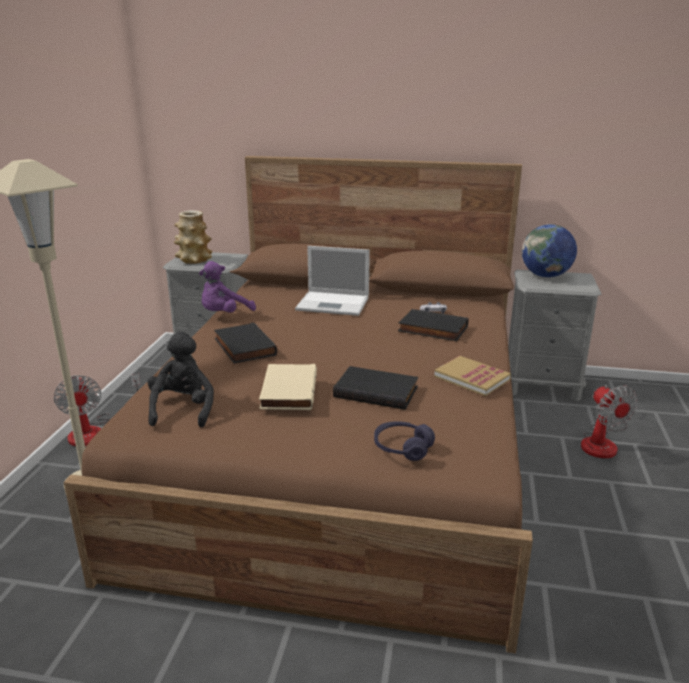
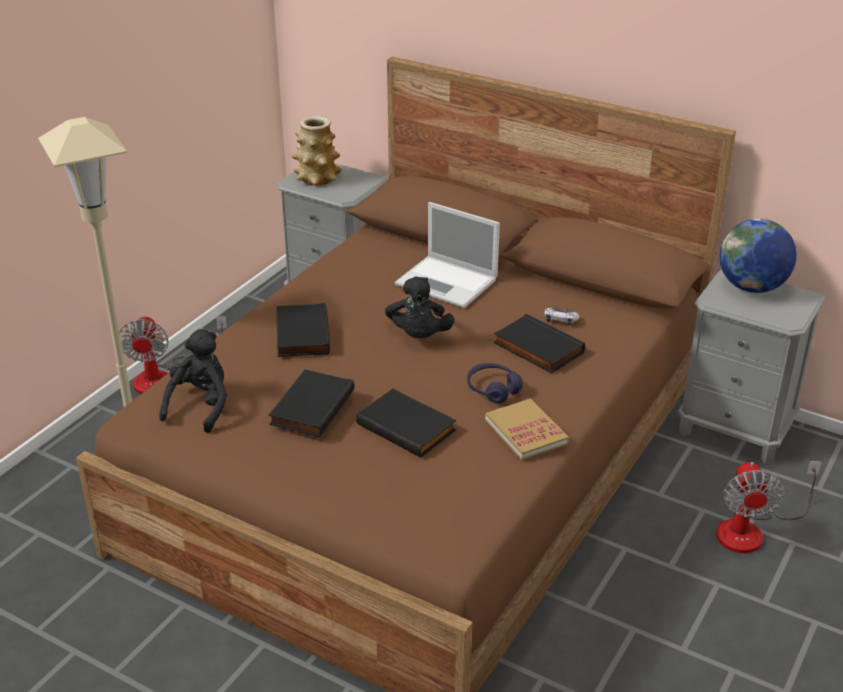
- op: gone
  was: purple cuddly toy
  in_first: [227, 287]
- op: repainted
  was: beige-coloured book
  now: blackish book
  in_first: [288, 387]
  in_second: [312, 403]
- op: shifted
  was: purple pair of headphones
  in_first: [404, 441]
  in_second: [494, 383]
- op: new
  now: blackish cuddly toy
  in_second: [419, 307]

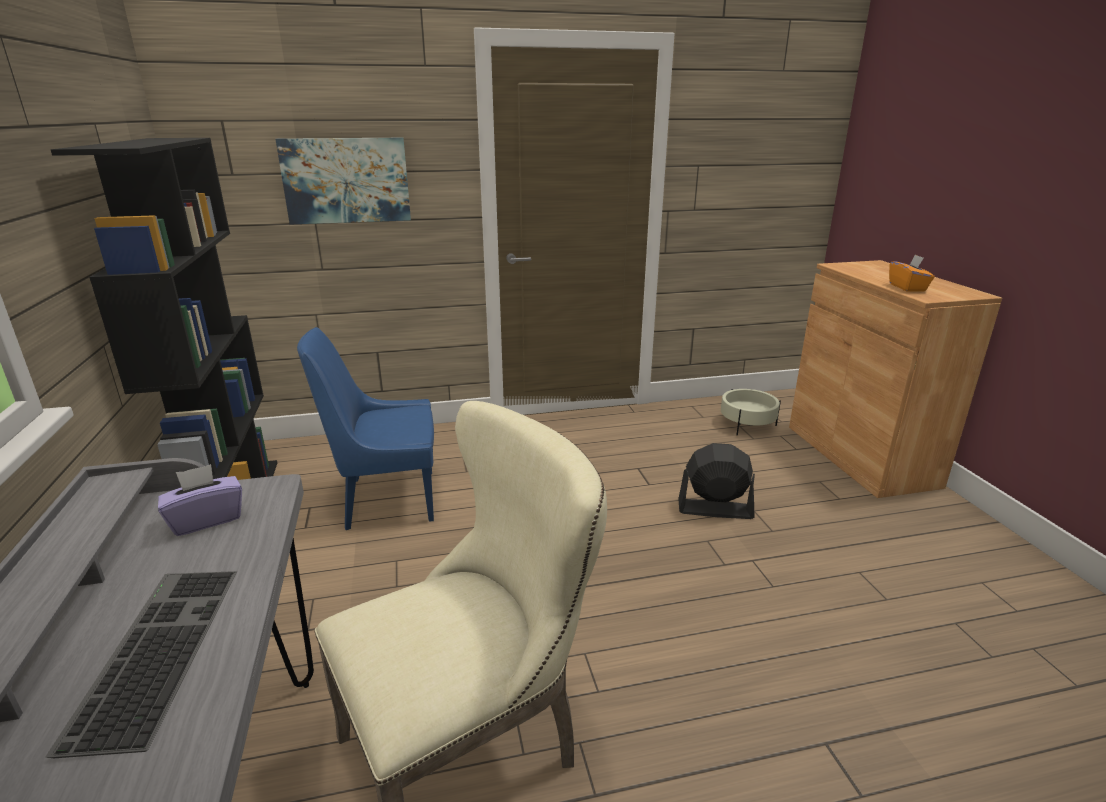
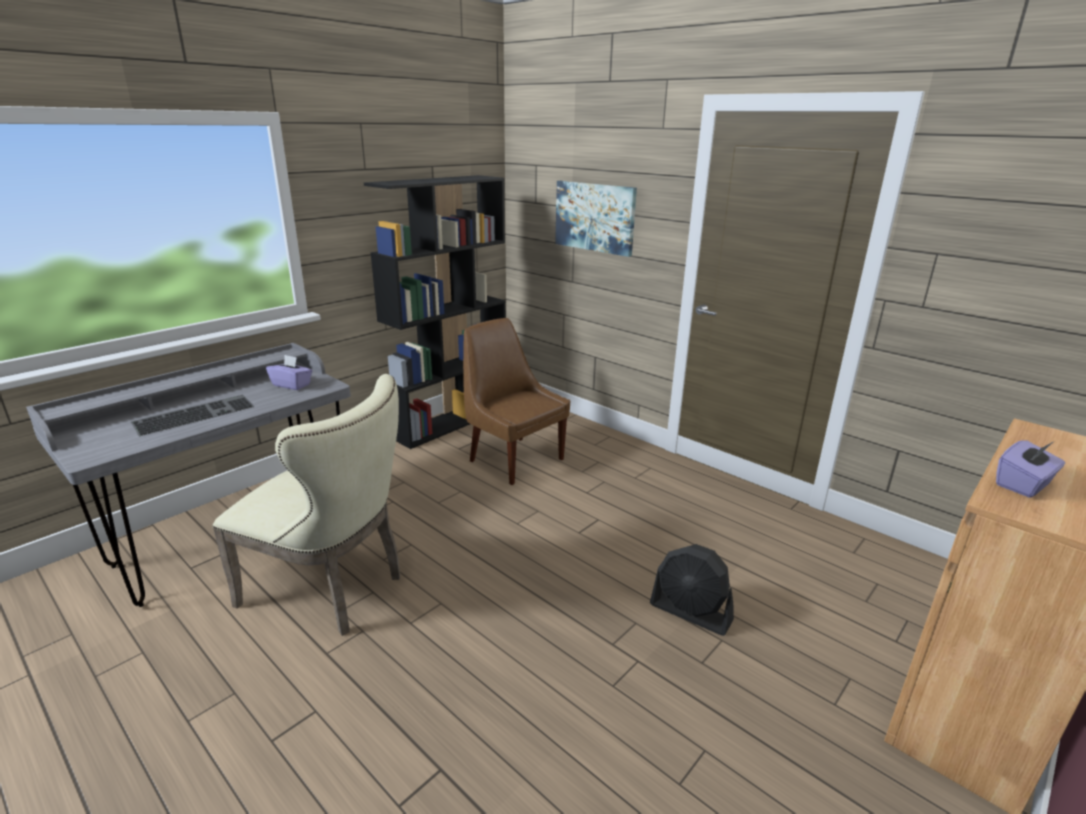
- op: repainted
  was: blue chair
  now: brown-coloured chair
  in_first: [365, 428]
  in_second: [516, 401]
- op: rotated
  was: blackish electric fan
  in_first: [716, 481]
  in_second: [692, 590]
  clockwise: 150
- op: gone
  was: beige-coloured plant pot
  in_first: [751, 412]
- op: repainted
  was: orangey tissue holder
  now: purple tissue holder
  in_first: [912, 273]
  in_second: [1031, 469]

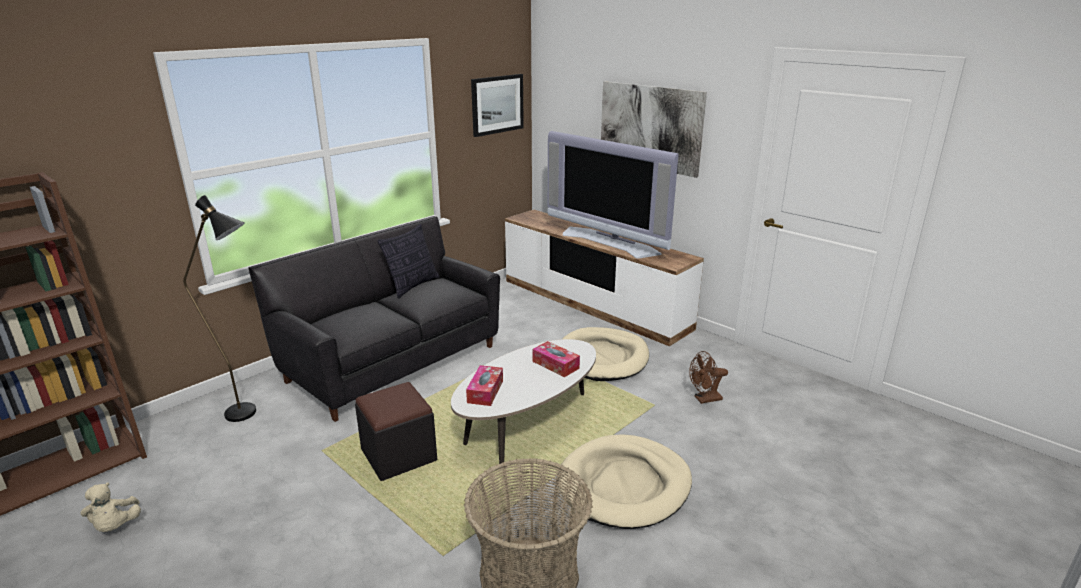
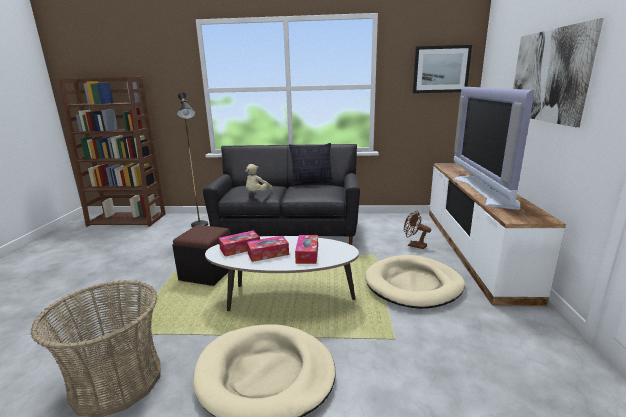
- op: shifted
  was: beige-coloured cuddly toy
  in_first: [110, 507]
  in_second: [259, 177]
- op: shifted
  was: brown-coloured electric fan
  in_first: [708, 377]
  in_second: [417, 230]
- op: new
  now: tissue holder
  in_second: [268, 249]

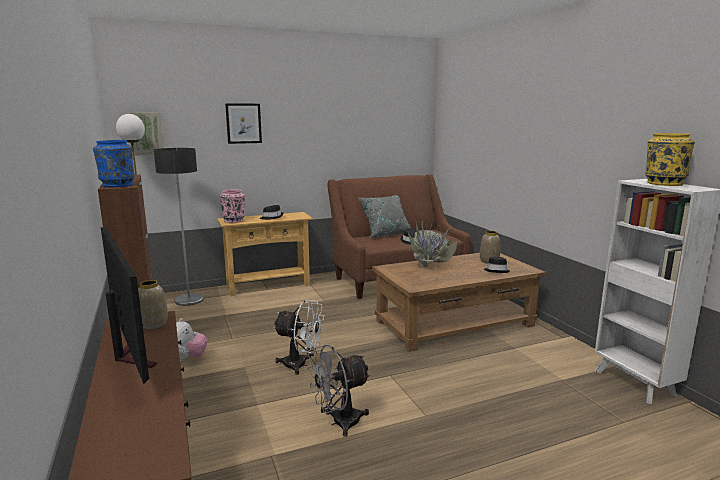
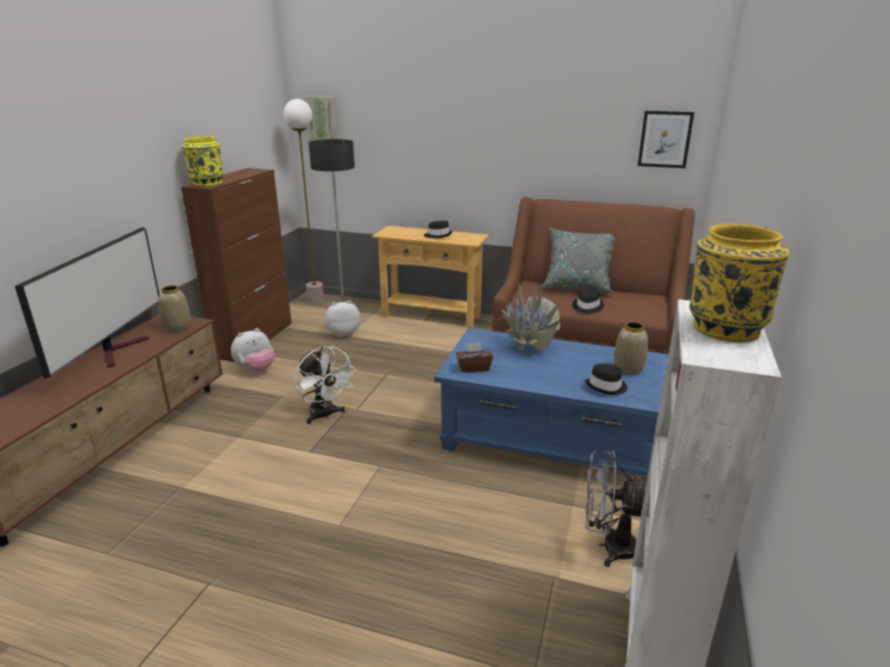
- op: repainted
  was: blue vase
  now: yellow vase
  in_first: [114, 163]
  in_second: [202, 161]
- op: gone
  was: pinkish vase
  in_first: [232, 206]
- op: shifted
  was: wall art
  in_first: [243, 123]
  in_second: [666, 139]
- op: shifted
  was: gray electric fan
  in_first: [338, 391]
  in_second: [617, 508]
- op: repainted
  was: brown-coloured coffee table
  now: blue coffee table
  in_first: [459, 302]
  in_second: [551, 402]
- op: new
  now: cuddly toy
  in_second: [342, 318]
- op: new
  now: brown-coloured tissue holder
  in_second: [474, 357]

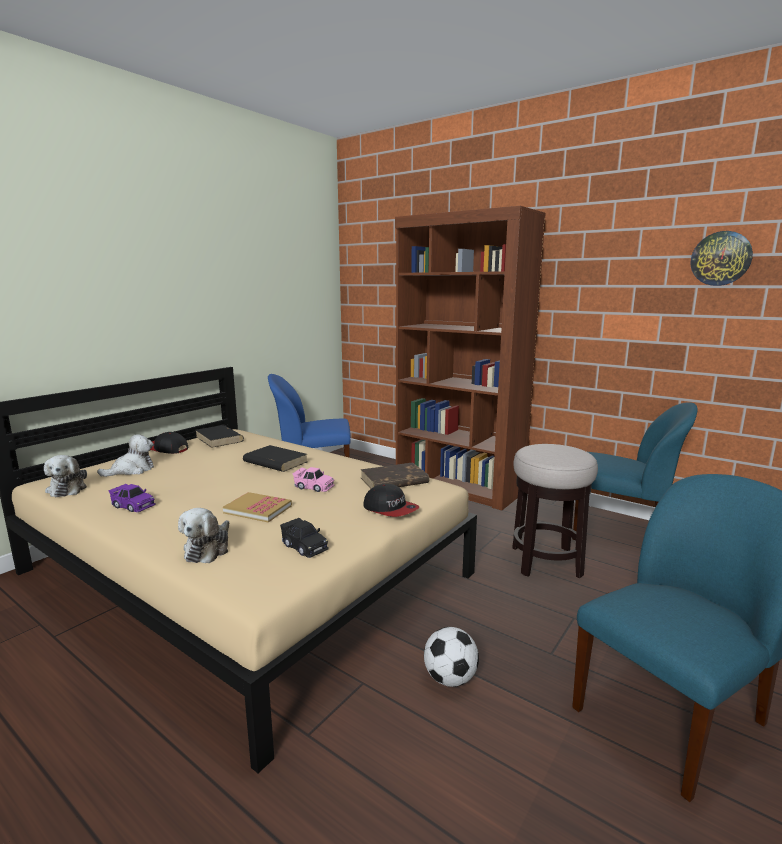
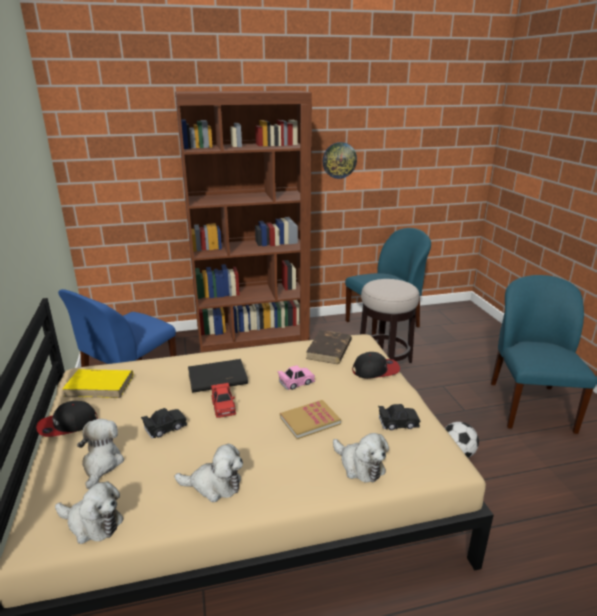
- op: swapped
  was: purple miniature car
  now: cuddly toy
  in_first: [132, 498]
  in_second: [208, 473]
- op: repainted
  was: blackish book
  now: yellow book
  in_first: [220, 436]
  in_second: [97, 383]
- op: shifted
  was: clock on the wall
  in_first: [722, 258]
  in_second: [340, 160]
- op: new
  now: blackish miniature car
  in_second: [164, 423]
- op: new
  now: reddish miniature car
  in_second: [223, 400]

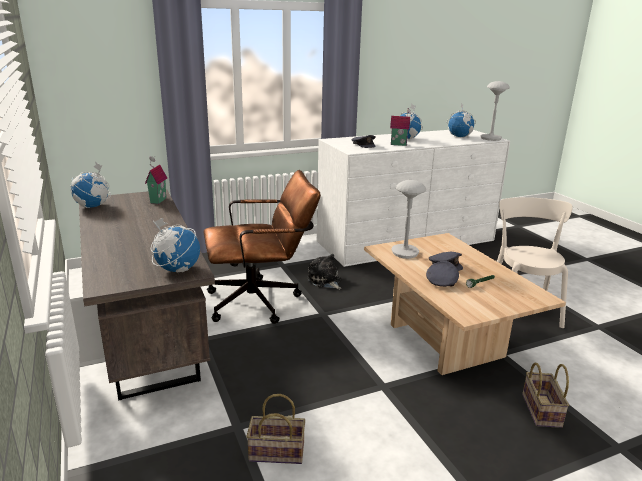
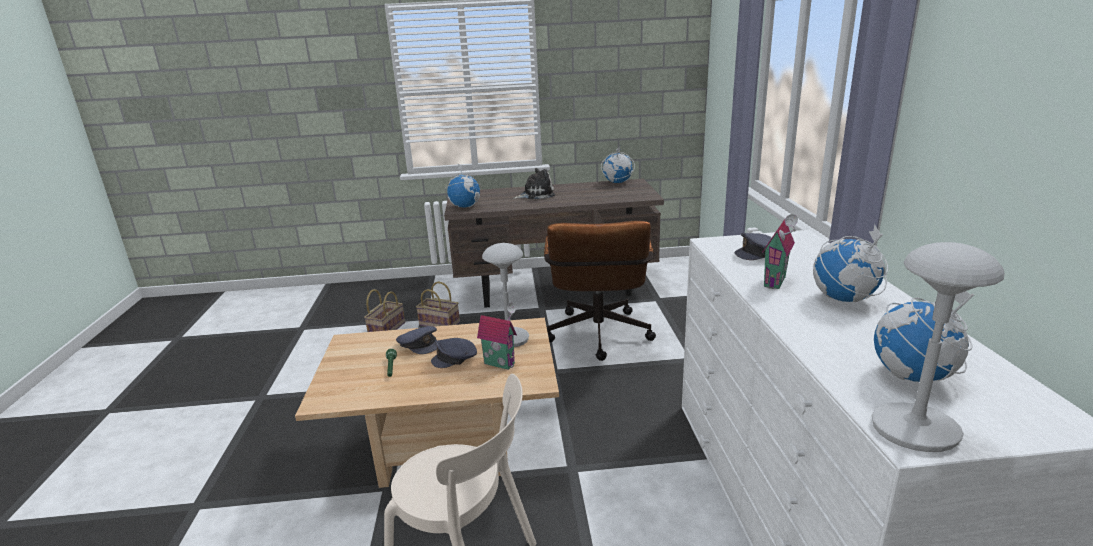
- op: shifted
  was: toy house
  in_first: [156, 180]
  in_second: [497, 336]
- op: shifted
  was: cuddly toy
  in_first: [324, 272]
  in_second: [534, 183]
- op: shifted
  was: basket
  in_first: [545, 395]
  in_second: [438, 304]

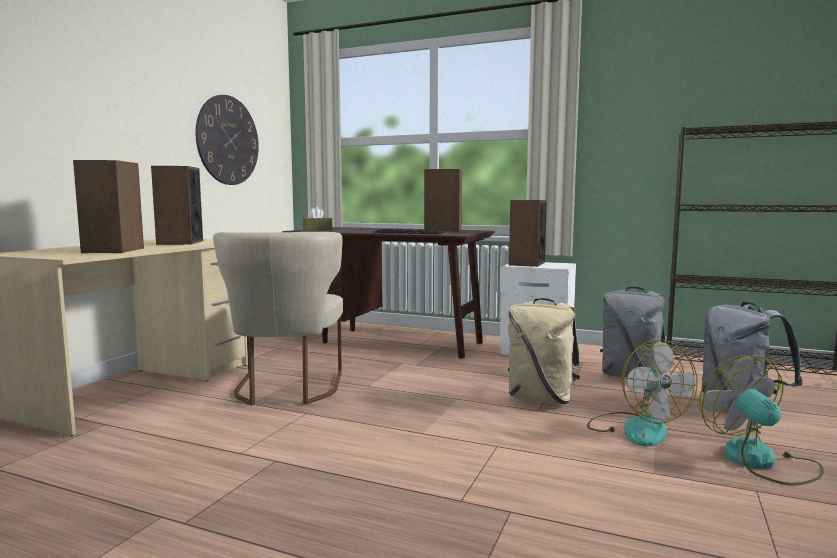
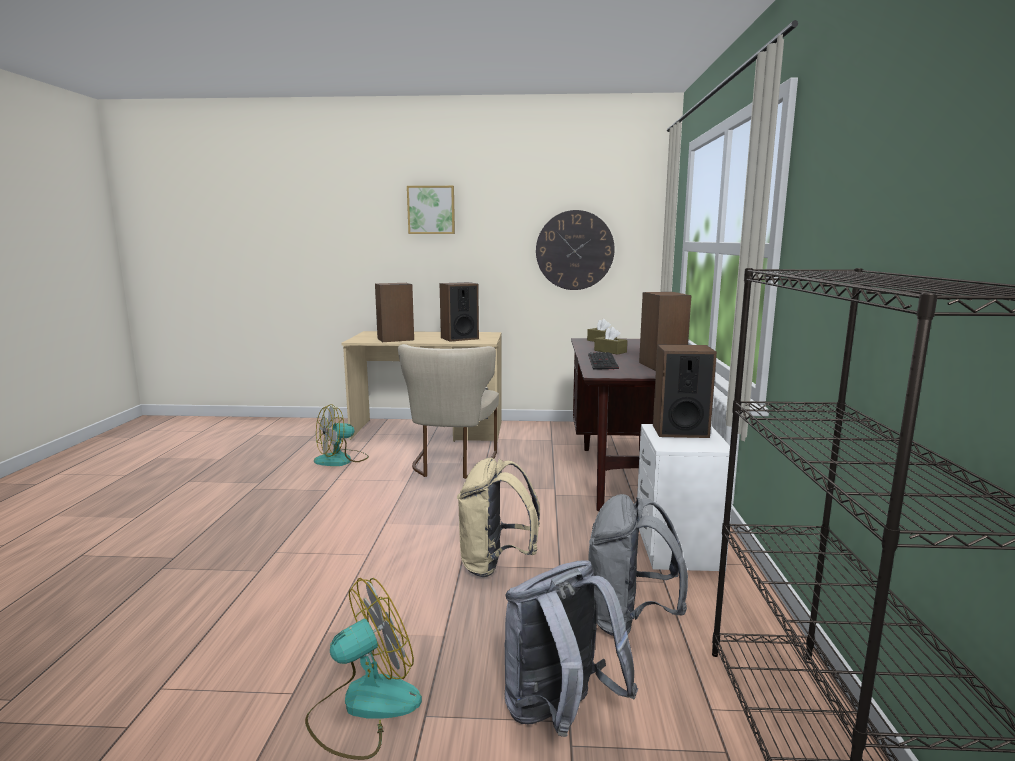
- op: rotated
  was: beige-coloured chair
  in_first: [278, 319]
  in_second: [448, 411]
  clockwise: -60
- op: shifted
  was: electric fan
  in_first: [642, 393]
  in_second: [341, 435]
- op: new
  now: wall art
  in_second: [431, 210]
- op: new
  now: brown-coloured tissue holder
  in_second: [610, 341]

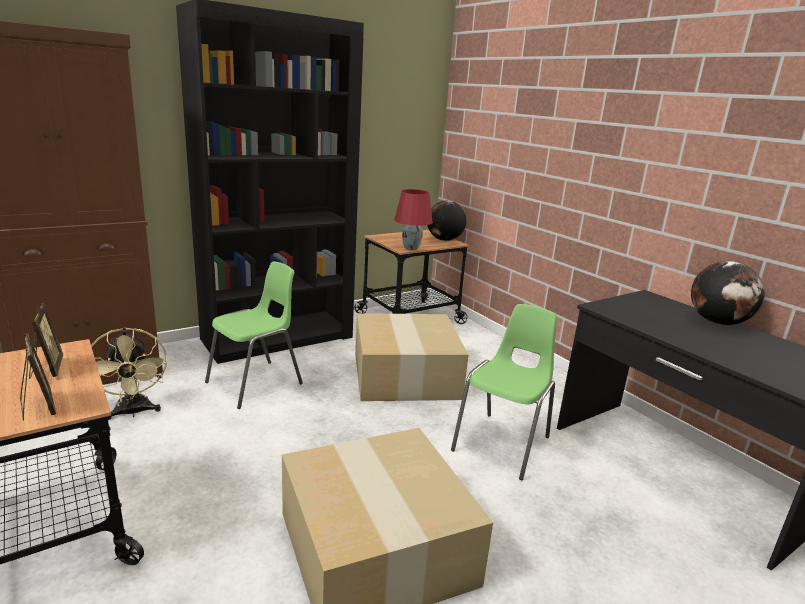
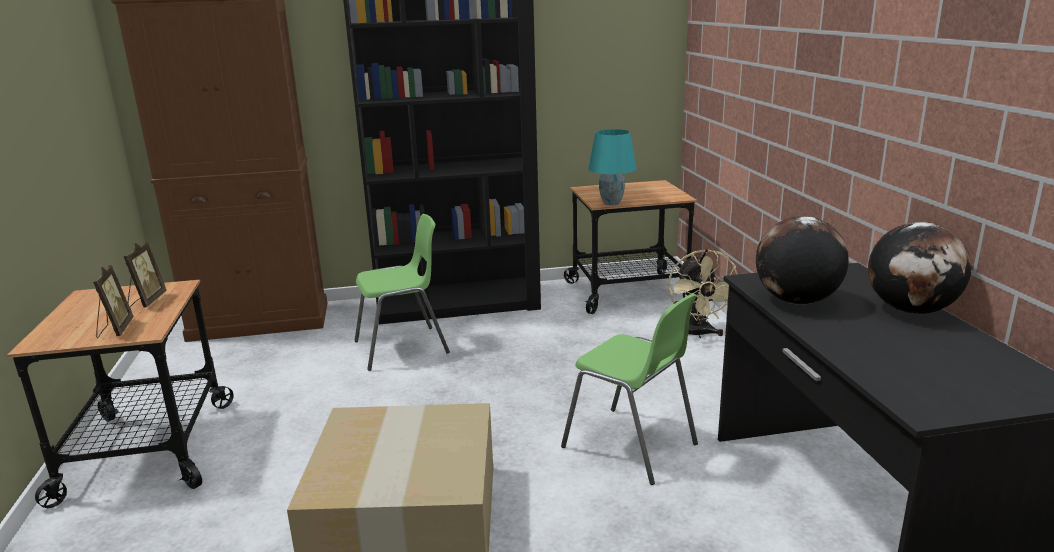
- op: shifted
  was: beige-coloured electric fan
  in_first: [129, 373]
  in_second: [703, 293]
- op: gone
  was: cardboard box
  in_first: [411, 357]
- op: repainted
  was: reddish table lamp
  now: turquoise table lamp
  in_first: [413, 220]
  in_second: [612, 167]
- op: shifted
  was: globe
  in_first: [447, 221]
  in_second: [802, 260]
- op: rotated
  was: greenish chair
  in_first: [504, 392]
  in_second: [629, 389]
  clockwise: 75

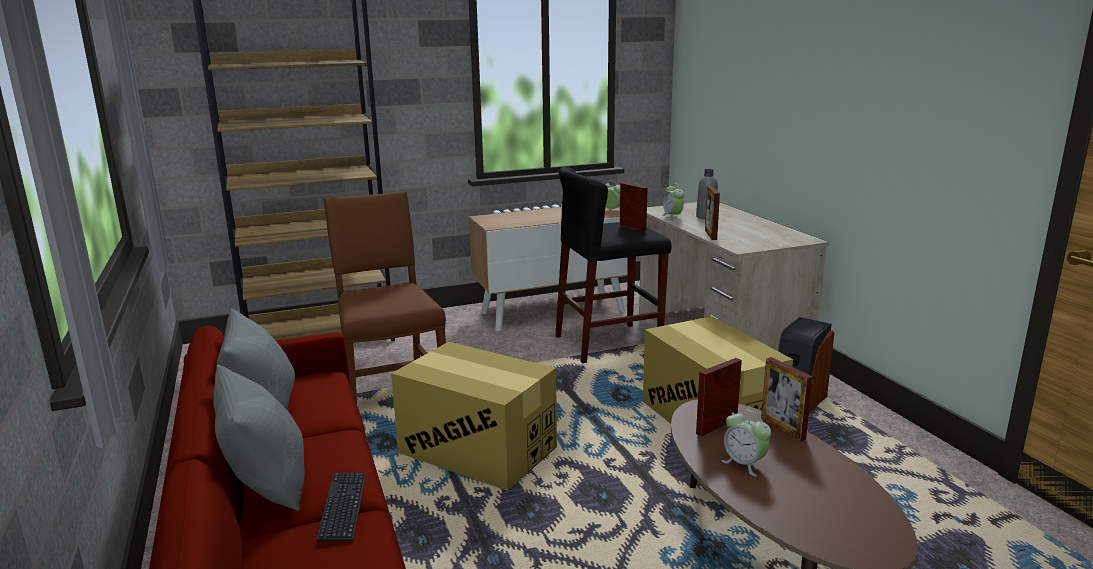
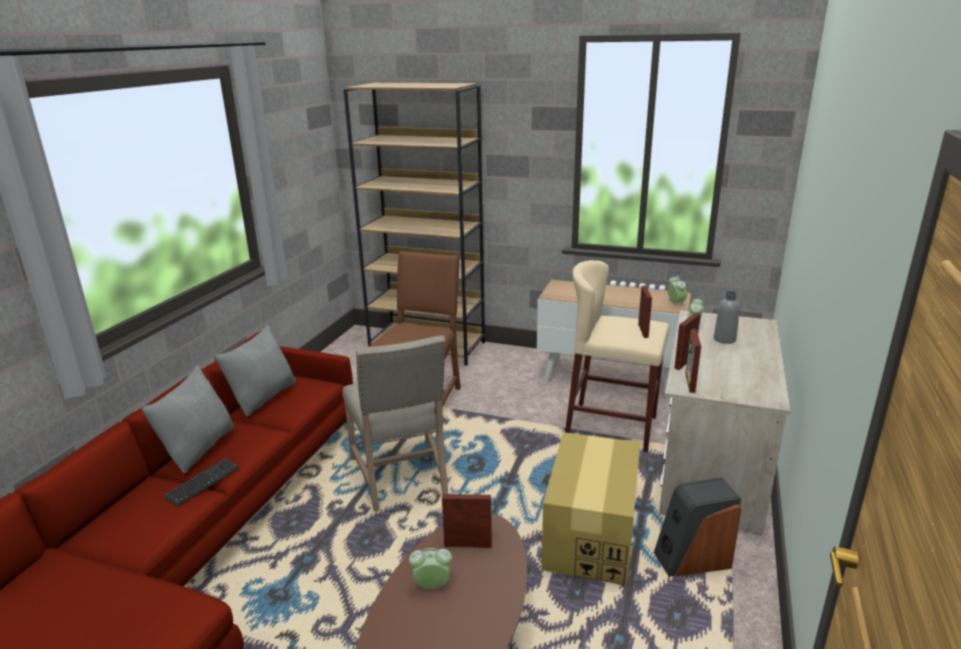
- op: swapped
  was: cardboard box
  now: beige-coloured chair
  in_first: [474, 416]
  in_second: [395, 423]
- op: repainted
  was: blackish sitting stool
  now: beige-coloured sitting stool
  in_first: [613, 265]
  in_second: [617, 356]
- op: rotated
  was: bedside clock
  in_first: [746, 442]
  in_second: [430, 568]
  clockwise: 90
- op: shifted
  was: photo frame
  in_first: [787, 399]
  in_second: [693, 361]

